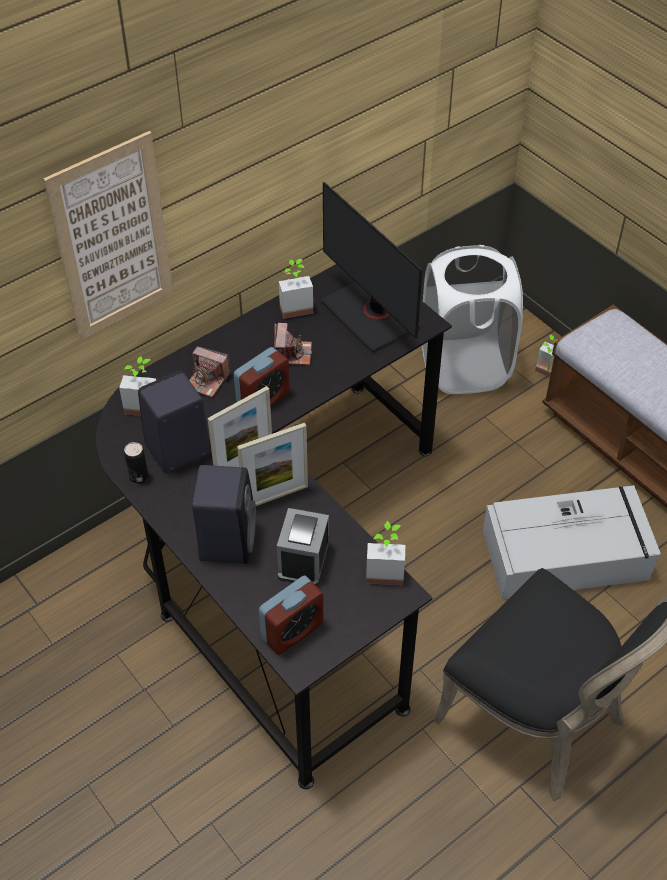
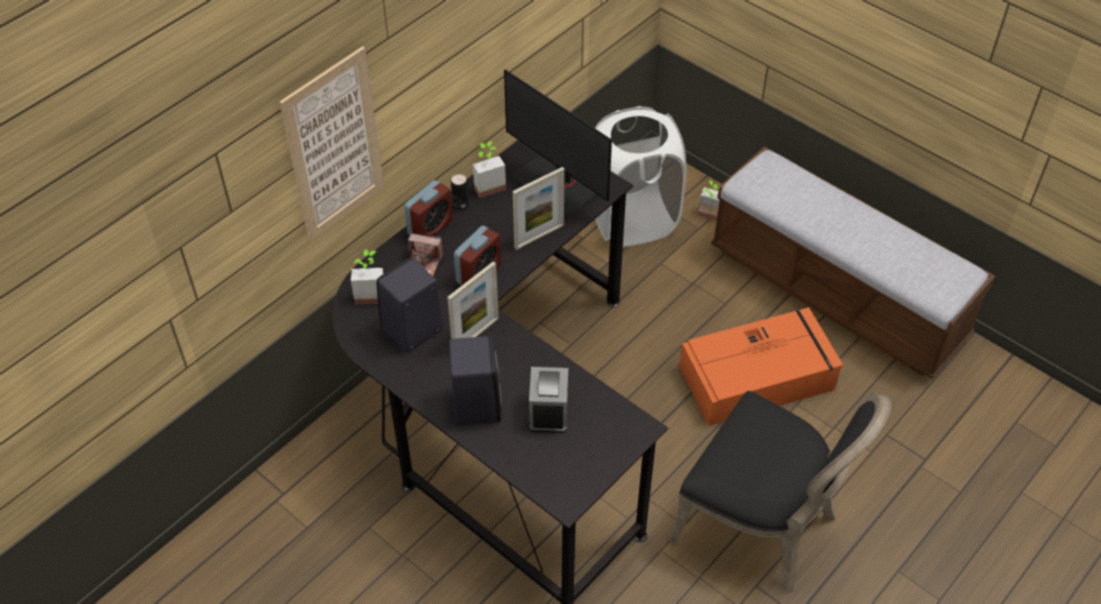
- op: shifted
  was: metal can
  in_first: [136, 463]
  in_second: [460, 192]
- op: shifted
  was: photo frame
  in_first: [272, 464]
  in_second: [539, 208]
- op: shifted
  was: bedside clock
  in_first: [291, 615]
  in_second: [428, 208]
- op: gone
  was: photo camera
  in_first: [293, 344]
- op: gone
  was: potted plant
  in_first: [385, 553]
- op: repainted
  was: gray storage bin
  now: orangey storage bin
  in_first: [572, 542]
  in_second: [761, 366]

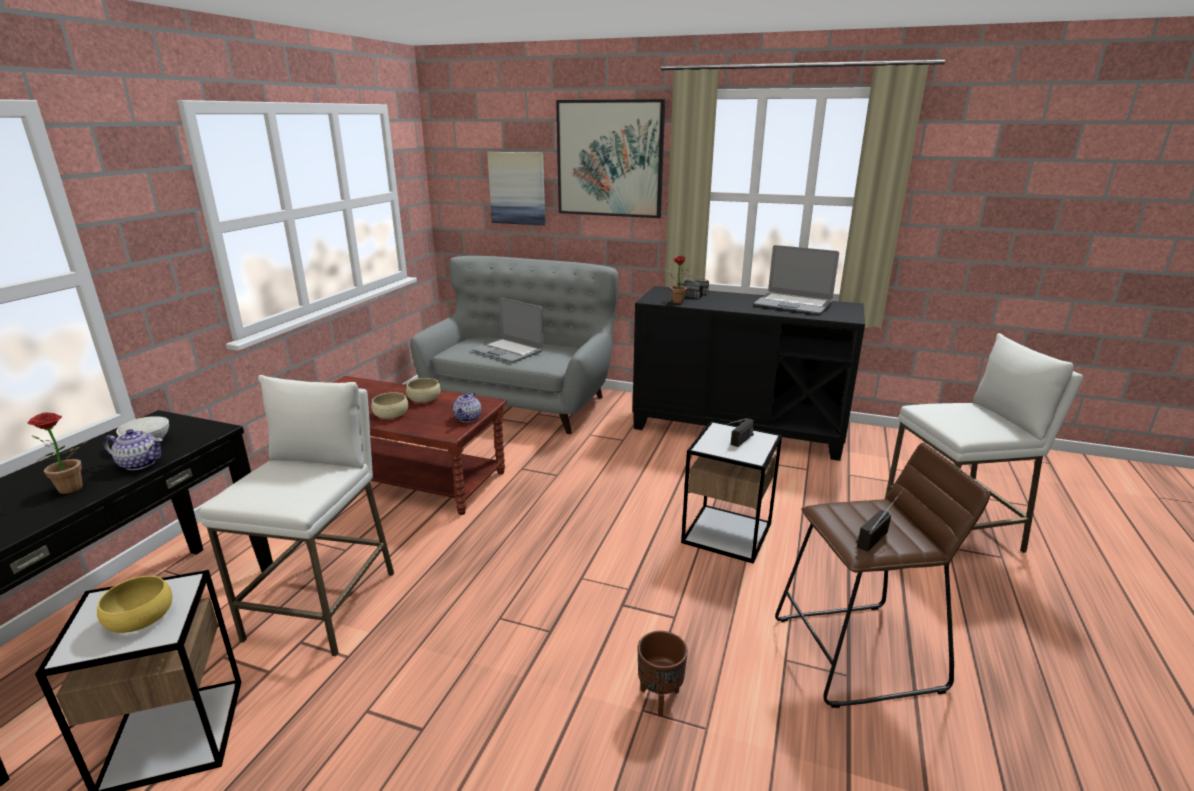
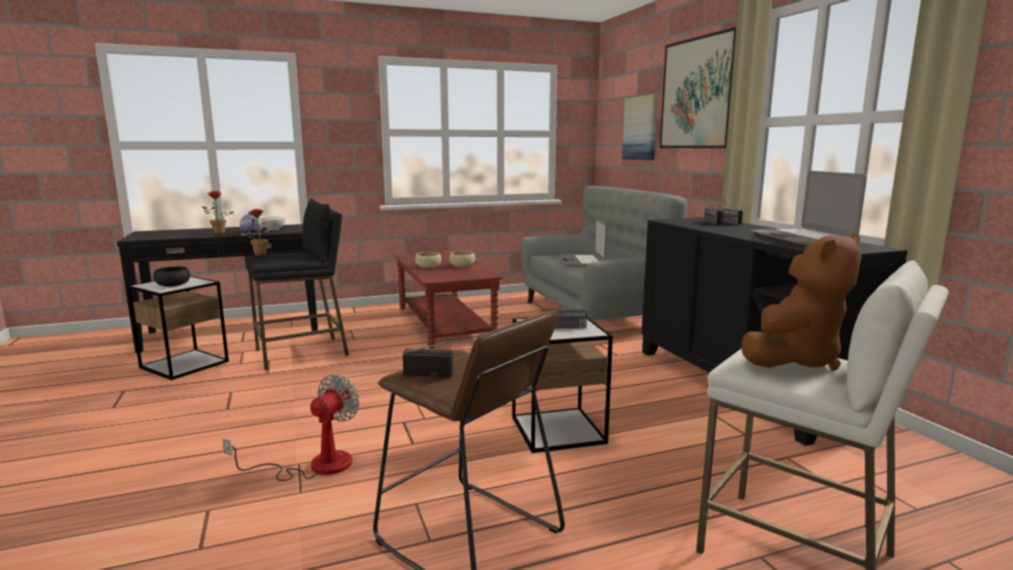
- op: repainted
  was: yellow deep dish
  now: blackish deep dish
  in_first: [134, 604]
  in_second: [171, 276]
- op: repainted
  was: white-coloured sitting stool
  now: blackish sitting stool
  in_first: [296, 515]
  in_second: [296, 284]
- op: gone
  was: tea pot
  in_first: [467, 407]
- op: swapped
  was: brown-coloured plant pot
  now: electric fan
  in_first: [663, 673]
  in_second: [291, 427]
- op: shifted
  was: potted plant
  in_first: [677, 280]
  in_second: [255, 232]
- op: new
  now: brown-coloured cuddly toy
  in_second: [802, 302]

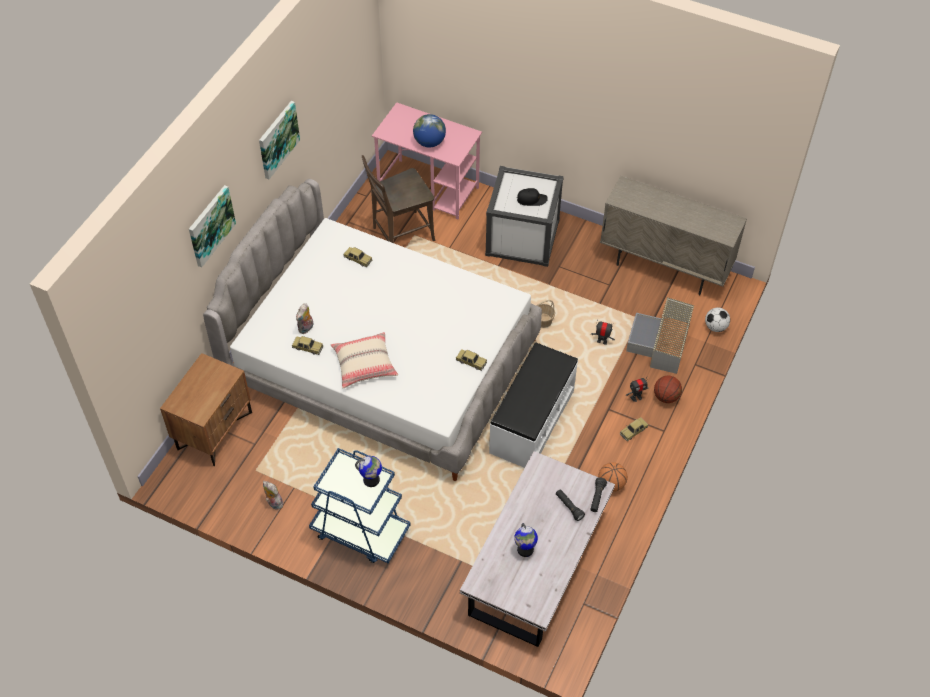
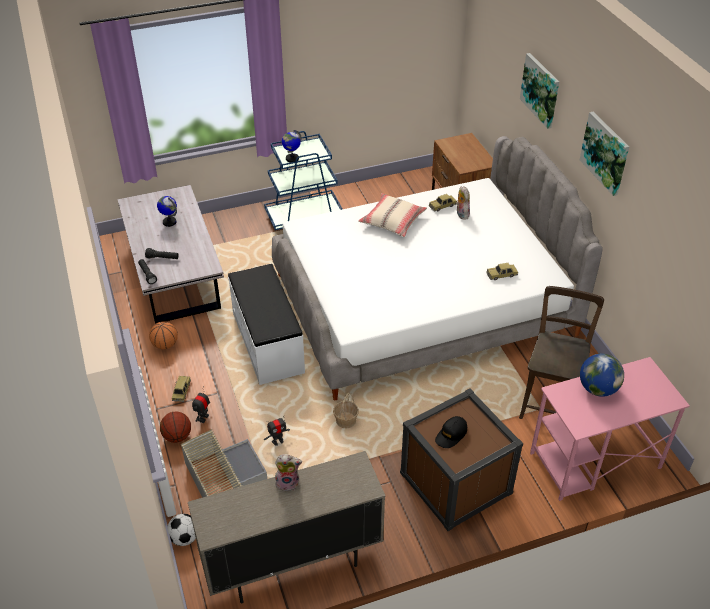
- op: shifted
  was: cuddly toy
  in_first: [273, 495]
  in_second: [288, 472]
- op: gone
  was: miniature car
  in_first: [471, 360]
- op: repainted
  was: white-coloured storage bin
  now: brown-coloured storage bin
  in_first: [524, 216]
  in_second: [461, 459]

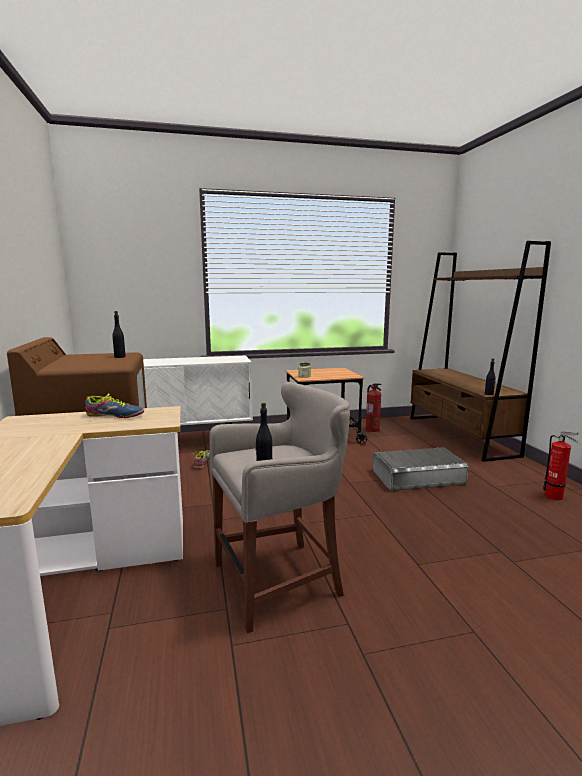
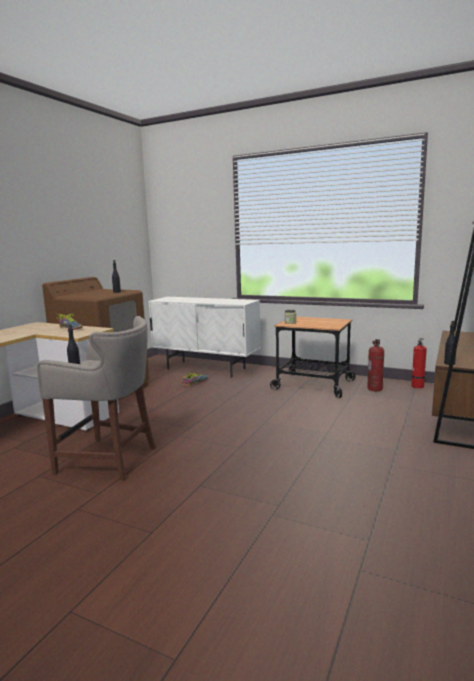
- op: gone
  was: gray storage bin
  in_first: [420, 469]
- op: shifted
  was: extinguisher
  in_first: [561, 466]
  in_second: [419, 363]

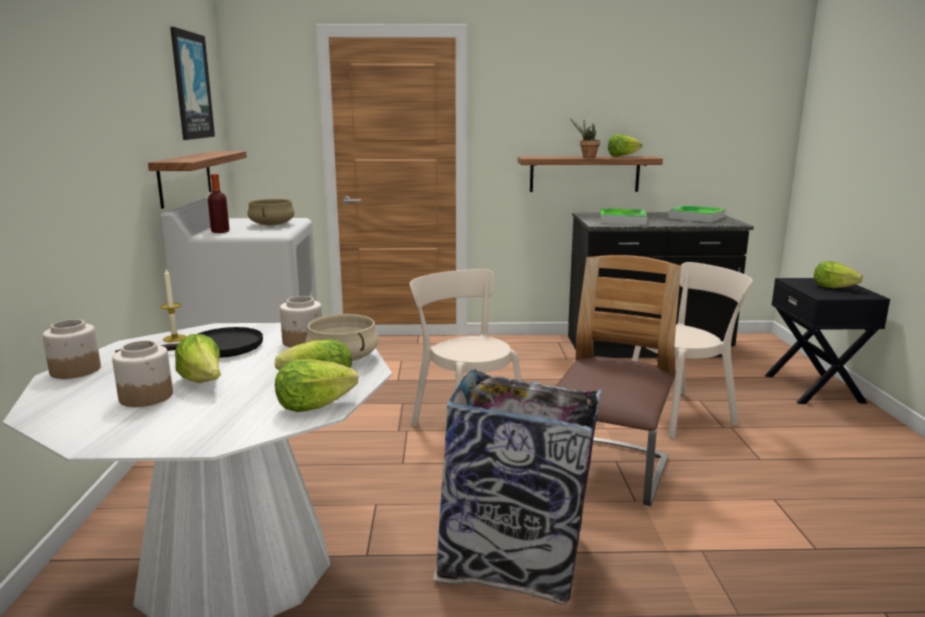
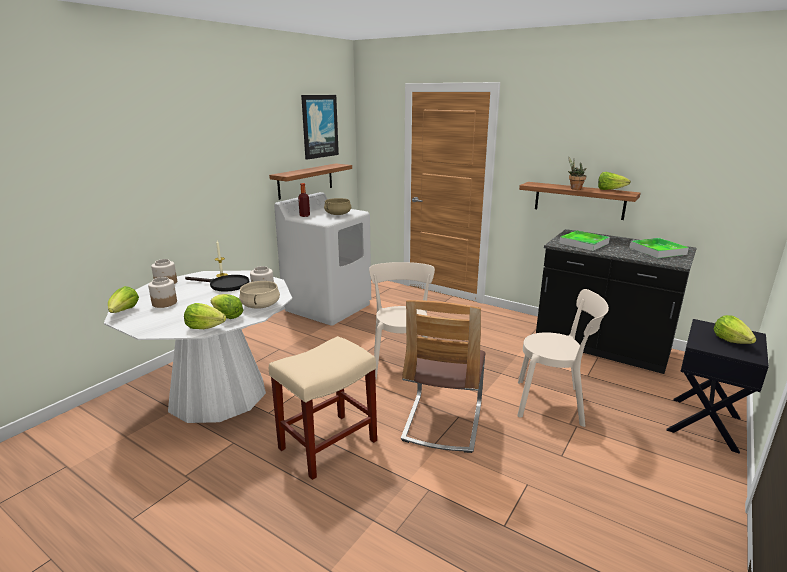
- op: shifted
  was: head of lettuce
  in_first: [198, 358]
  in_second: [123, 299]
- op: swapped
  was: trash can
  now: beige-coloured sitting stool
  in_first: [517, 486]
  in_second: [323, 408]
- op: rotated
  was: chair
  in_first: [618, 380]
  in_second: [443, 376]
  clockwise: 135

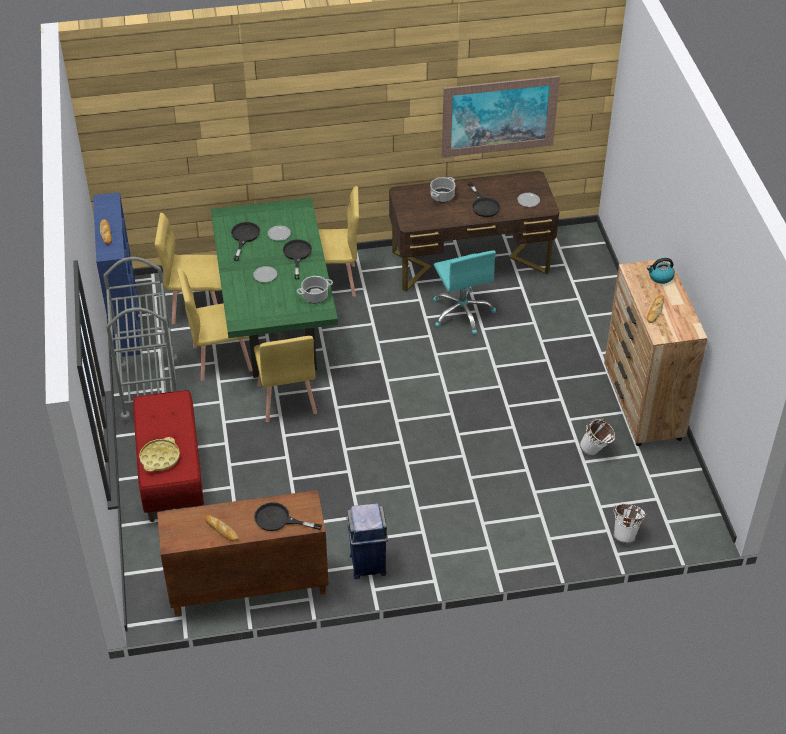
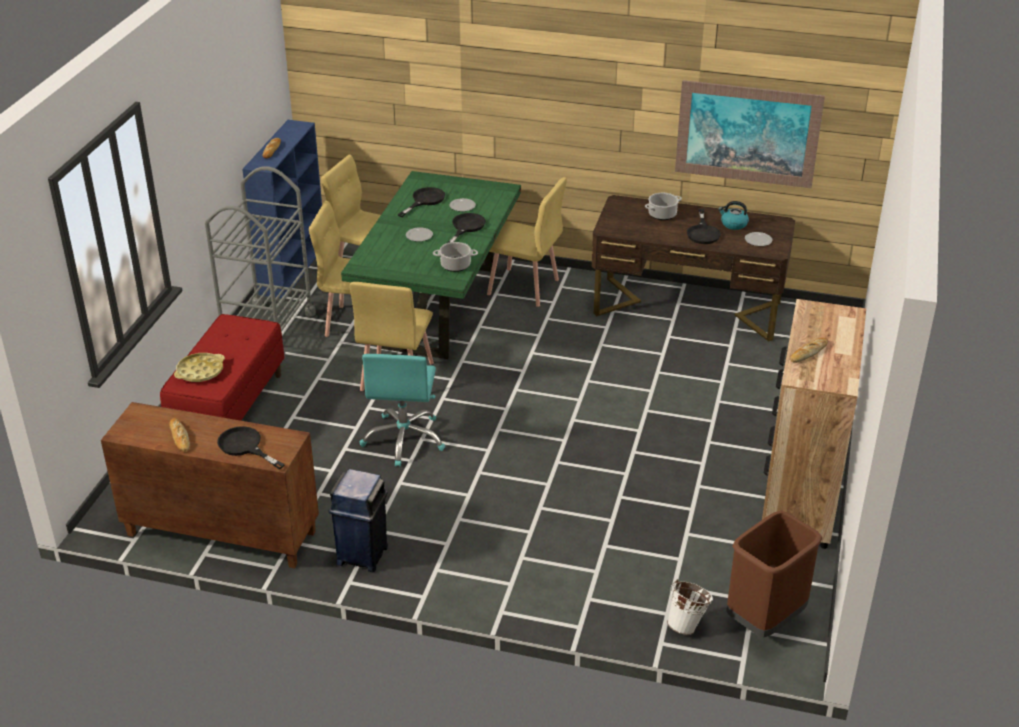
- op: shifted
  was: turquoise office chair
  in_first: [464, 292]
  in_second: [403, 410]
- op: gone
  was: white-coloured pail
  in_first: [597, 437]
- op: shifted
  was: water kettle
  in_first: [661, 271]
  in_second: [733, 215]
- op: new
  now: brown-coloured trash can
  in_second: [774, 574]

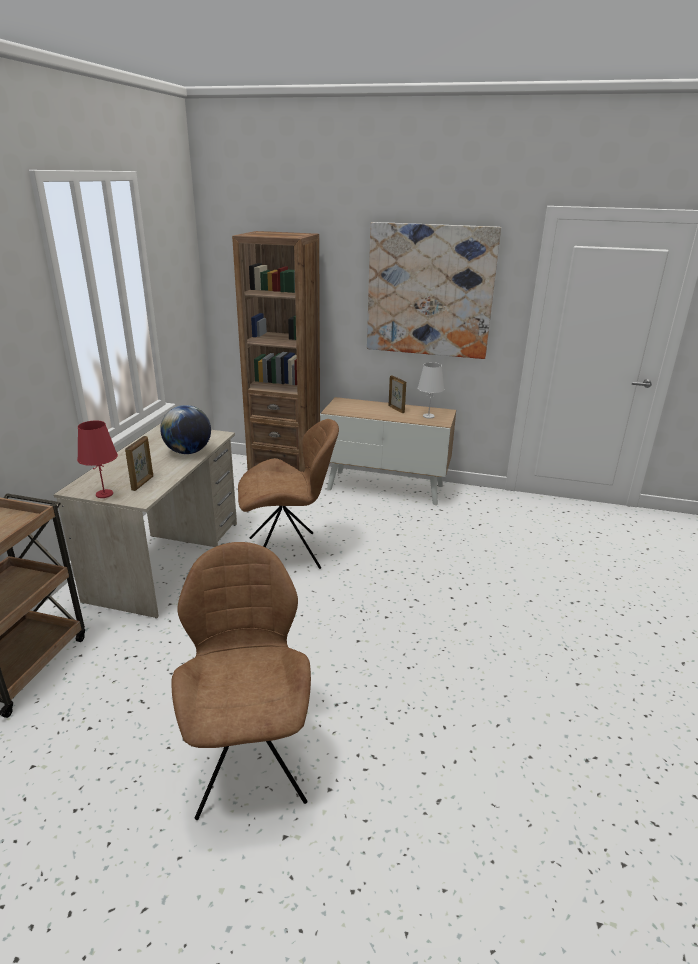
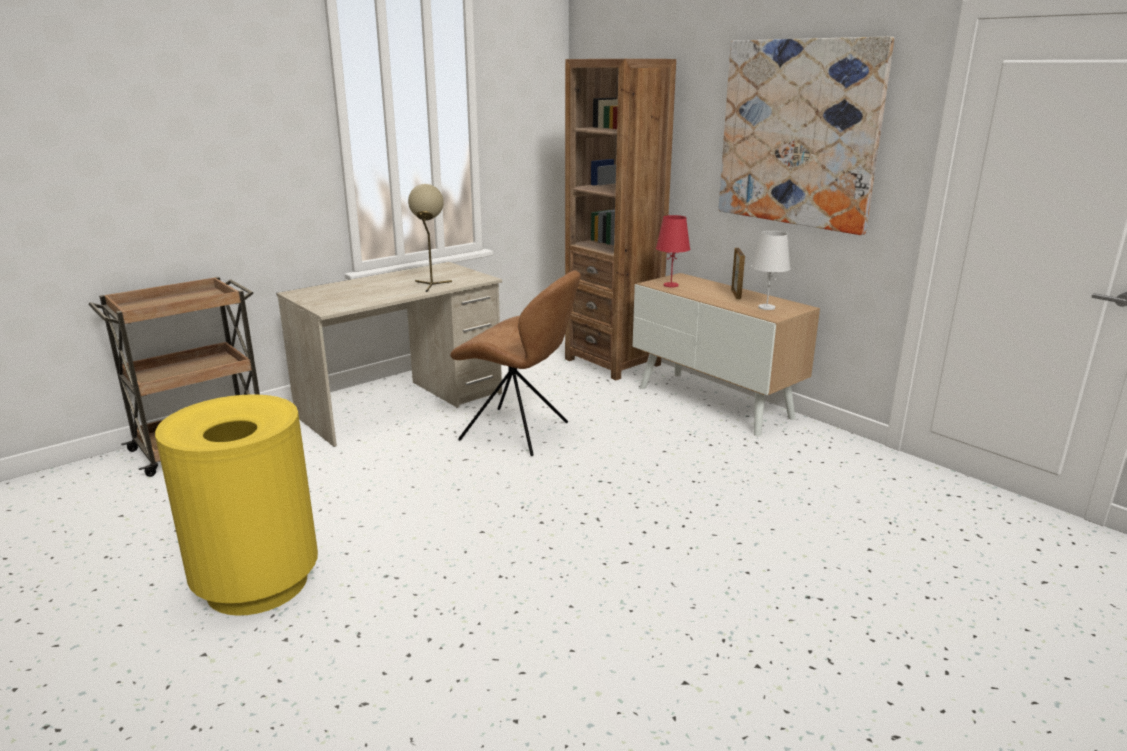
- op: shifted
  was: reddish table lamp
  in_first: [97, 459]
  in_second: [673, 251]
- op: gone
  was: photo frame
  in_first: [139, 463]
- op: swapped
  was: globe
  now: beige-coloured table lamp
  in_first: [185, 429]
  in_second: [430, 238]
- op: swapped
  was: brown-coloured chair
  now: yellow trash can
  in_first: [241, 681]
  in_second: [236, 505]

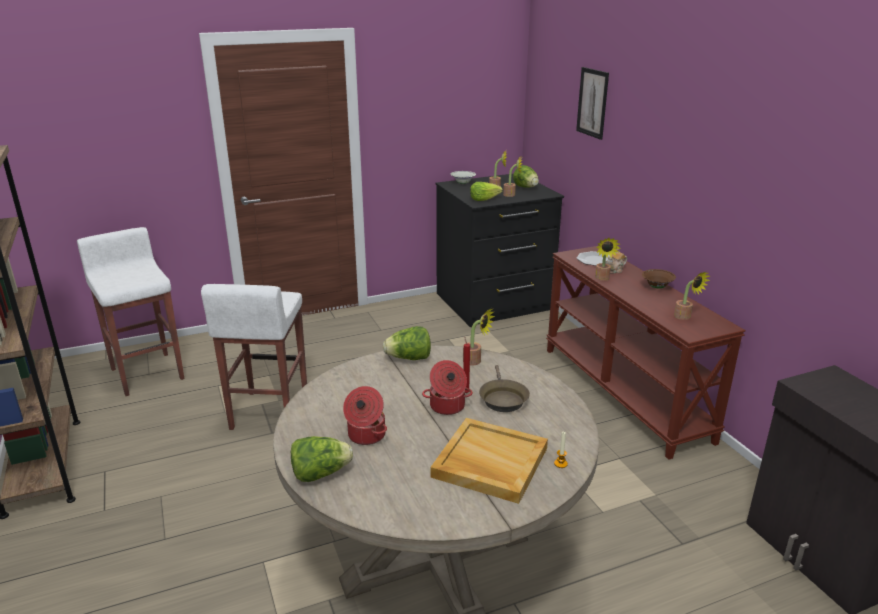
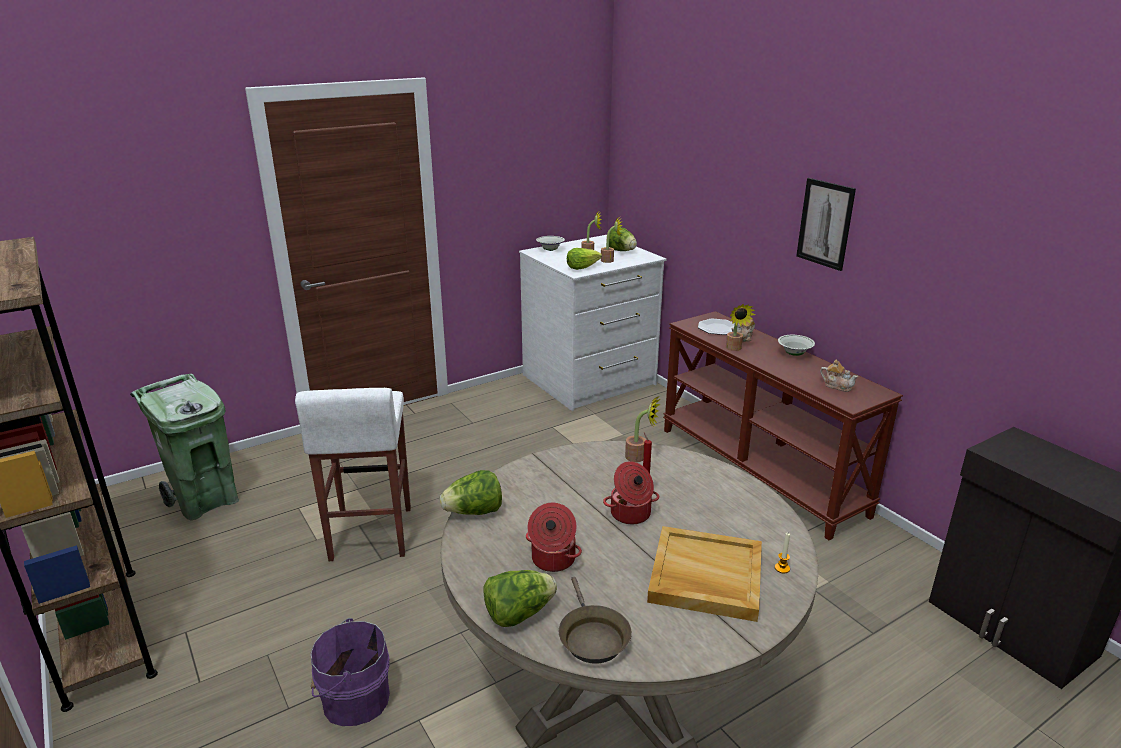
- op: swapped
  was: white-coloured sitting stool
  now: greenish trash can
  in_first: [131, 311]
  in_second: [184, 447]
- op: shifted
  was: head of lettuce
  in_first: [407, 343]
  in_second: [471, 492]
- op: repainted
  was: blackish drawer chest
  now: white-coloured drawer chest
  in_first: [499, 250]
  in_second: [592, 323]
- op: shifted
  was: brown-coloured pan
  in_first: [504, 388]
  in_second: [595, 620]
- op: shifted
  was: wall art
  in_first: [592, 103]
  in_second: [826, 224]
- op: repainted
  was: brown-coloured deep dish
  now: white-coloured deep dish
  in_first: [659, 278]
  in_second: [796, 345]
- op: swapped
  was: potted plant
  now: tea pot
  in_first: [692, 295]
  in_second: [839, 375]
- op: new
  now: purple pail
  in_second: [350, 672]

